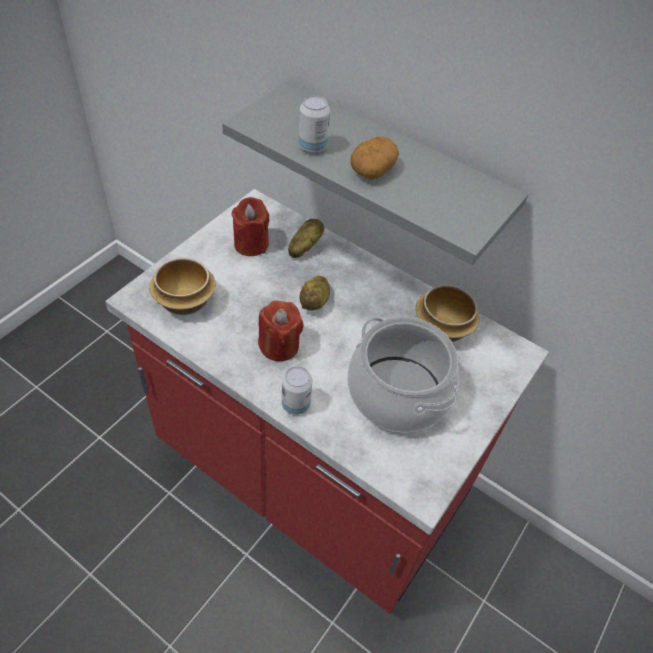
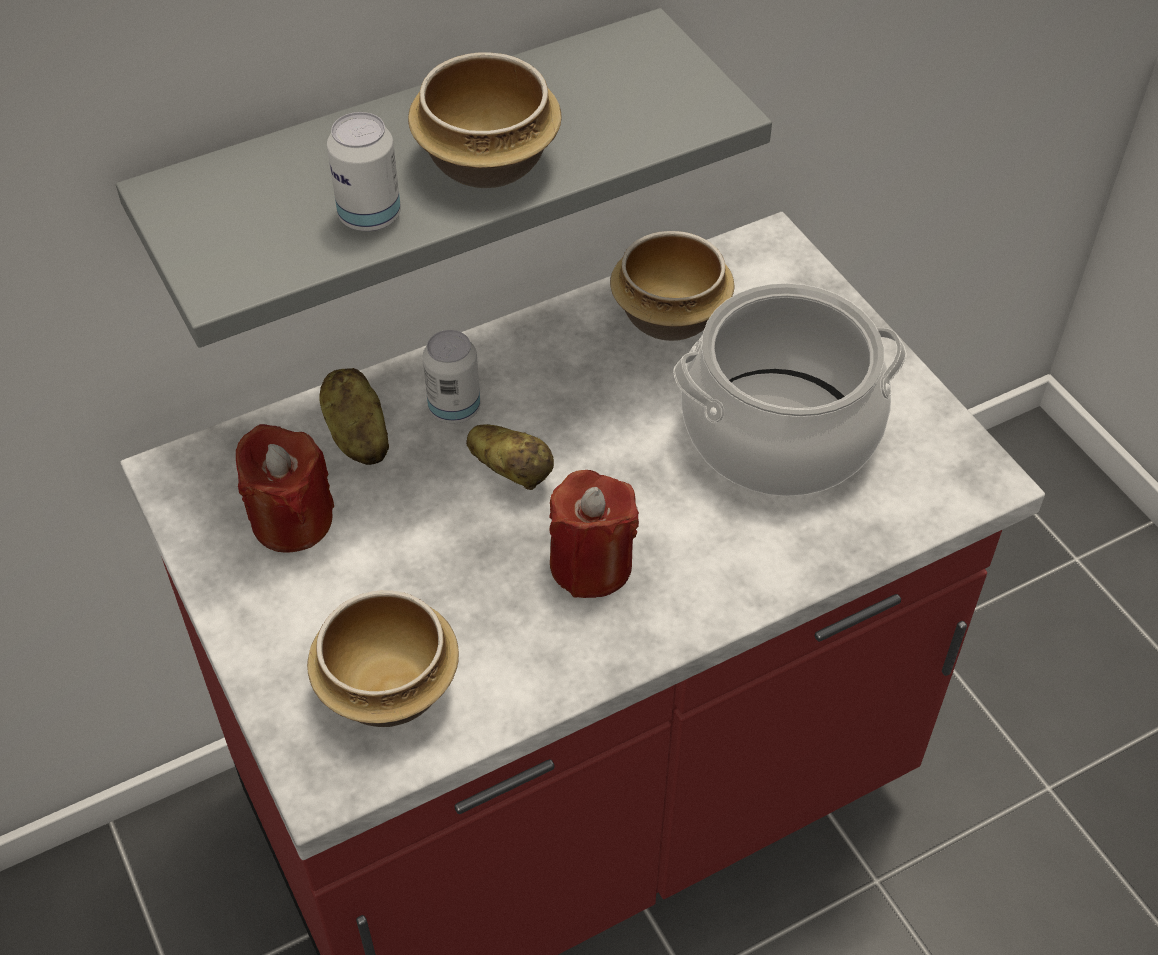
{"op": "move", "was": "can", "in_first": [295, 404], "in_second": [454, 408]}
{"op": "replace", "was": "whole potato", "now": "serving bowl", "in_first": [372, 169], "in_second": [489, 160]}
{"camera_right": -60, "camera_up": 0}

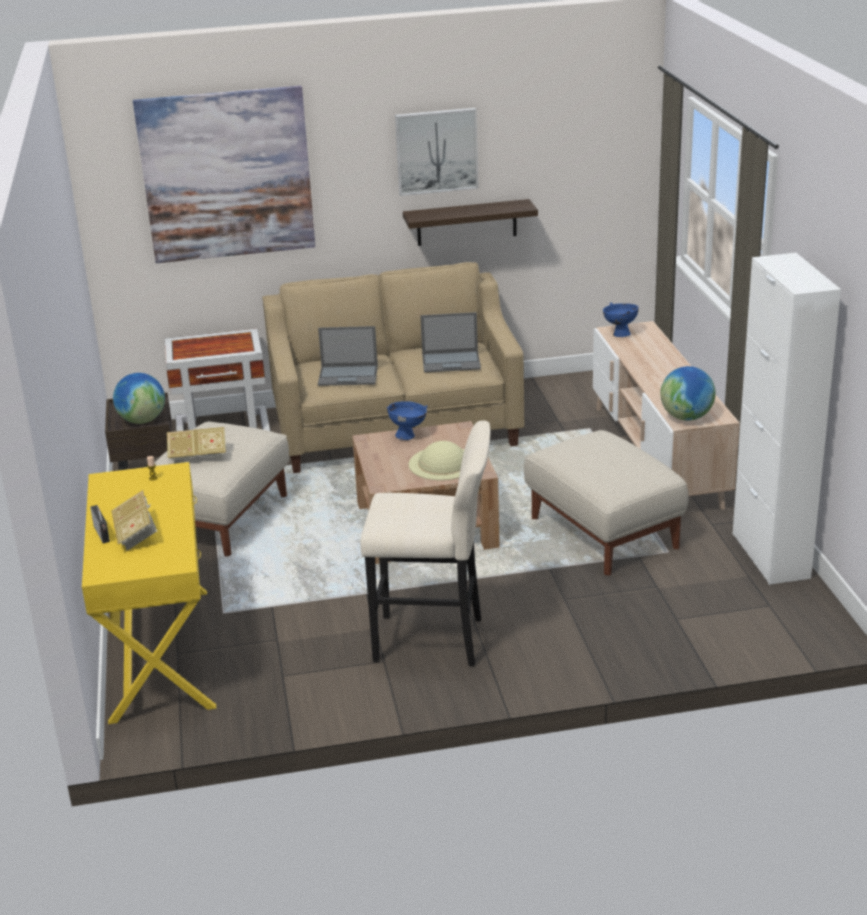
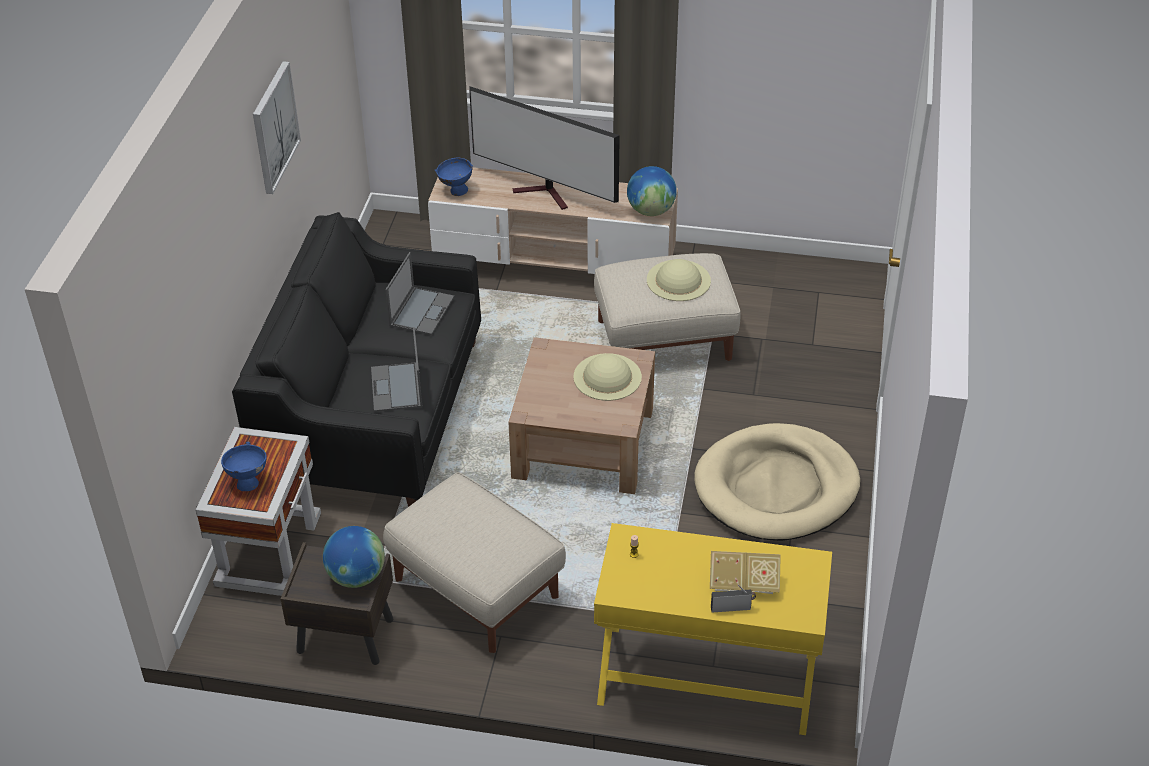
{"op": "delete", "was": "wall picture", "in_first": [227, 175]}
{"op": "delete", "was": "book", "in_first": [198, 456]}
{"op": "recolor", "was": "settee (sand-coloured)", "now": "settee (black)", "in_first": [395, 428], "in_second": [373, 414]}
{"op": "rotate", "was": "notebook computer", "in_first": [349, 375], "in_second": [397, 388], "clockwise": 150}
{"op": "replace", "was": "sitting stool (sand-coloured)", "now": "pet bed (sand-coloured)", "in_first": [435, 640], "in_second": [776, 487]}
{"op": "move", "was": "serving bowl (bluish)", "in_first": [409, 435], "in_second": [248, 481]}
{"op": "delete", "was": "wall shelf", "in_first": [466, 222]}
{"op": "delete", "was": "storage cabinet (white-coloured)", "in_first": [770, 556]}
{"op": "insert", "now": "TV set", "in_second": [546, 194]}
{"op": "insert", "now": "clothing hat (sand-coloured)", "in_second": [678, 280]}
{"camera_right": -70, "camera_up": 15}

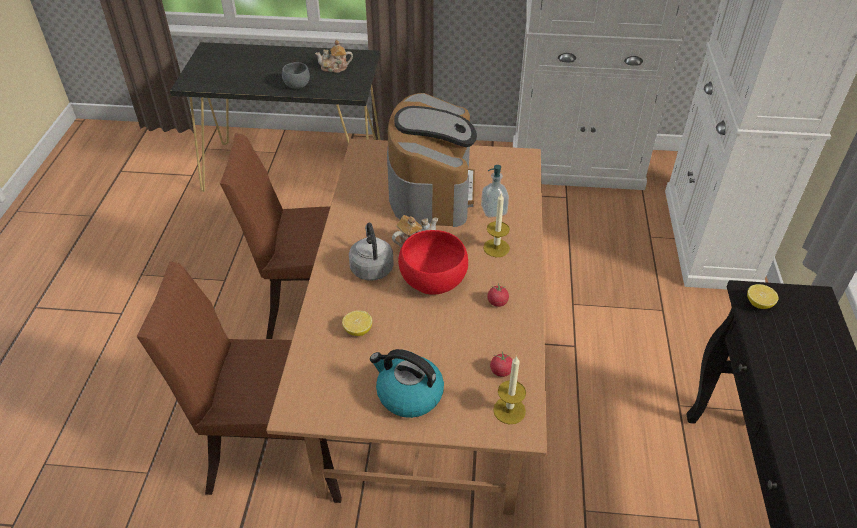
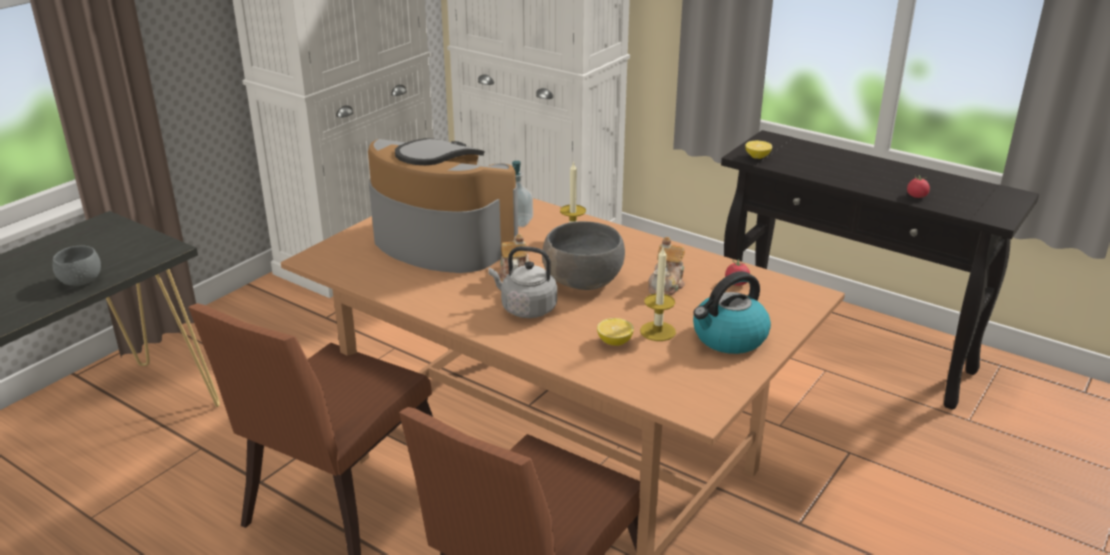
{"op": "move", "was": "teapot", "in_first": [335, 68], "in_second": [667, 285]}
{"op": "recolor", "was": "serving bowl (red-coloured)", "now": "serving bowl (grey)", "in_first": [432, 280], "in_second": [582, 281]}
{"op": "move", "was": "whole tomato", "in_first": [497, 302], "in_second": [916, 196]}
{"op": "move", "was": "wax light", "in_first": [509, 410], "in_second": [657, 331]}
{"camera_right": -60, "camera_up": -15}

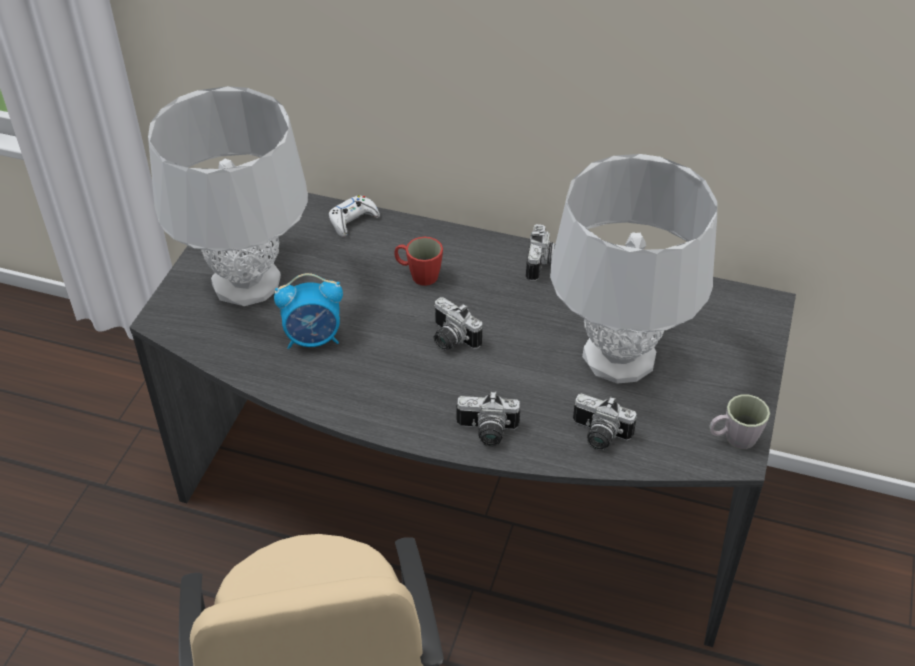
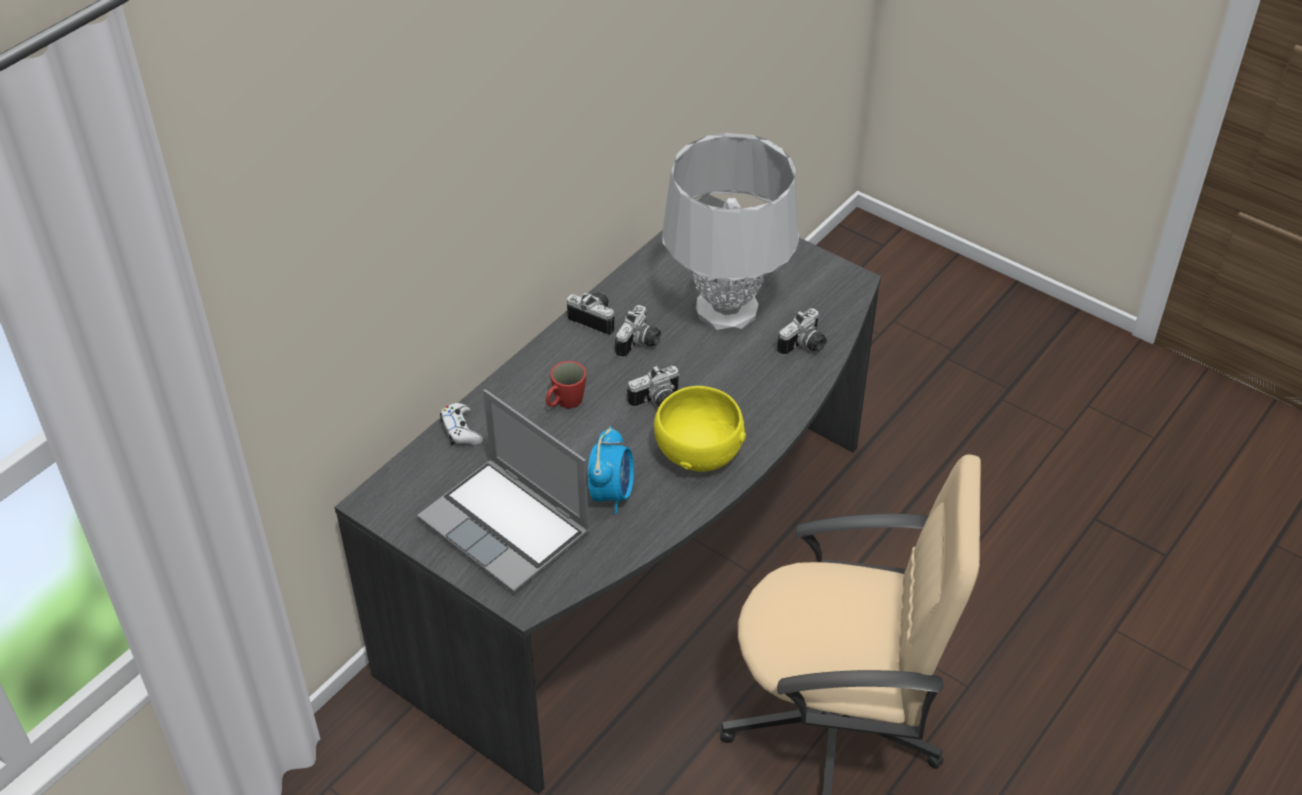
{"op": "replace", "was": "table lamp (grey)", "now": "notebook computer", "in_first": [247, 282], "in_second": [507, 527]}
{"op": "move", "was": "photo camera", "in_first": [487, 432], "in_second": [640, 344]}
{"op": "delete", "was": "coffee mug (grey)", "in_first": [733, 438]}
{"op": "insert", "now": "serving bowl (yellow)", "in_second": [698, 453]}
{"camera_right": -70, "camera_up": 0}

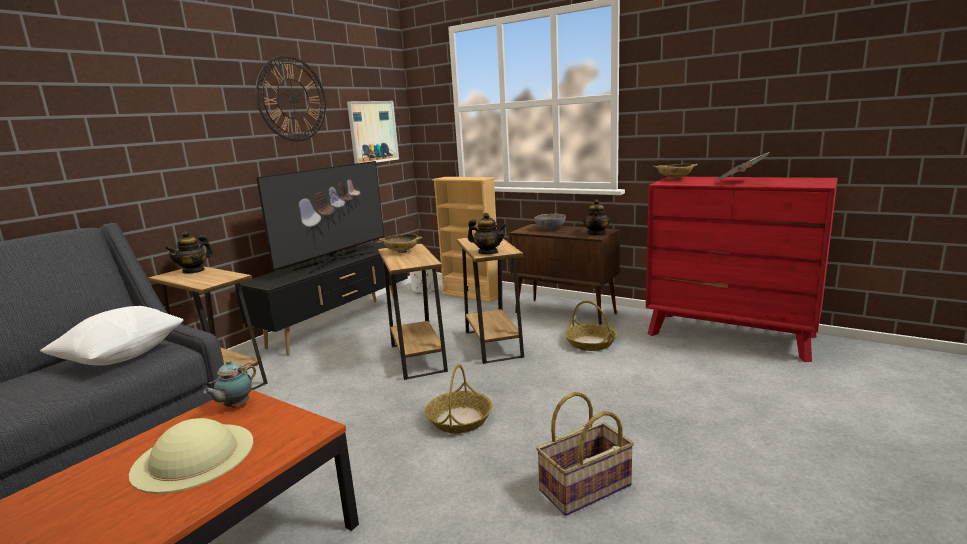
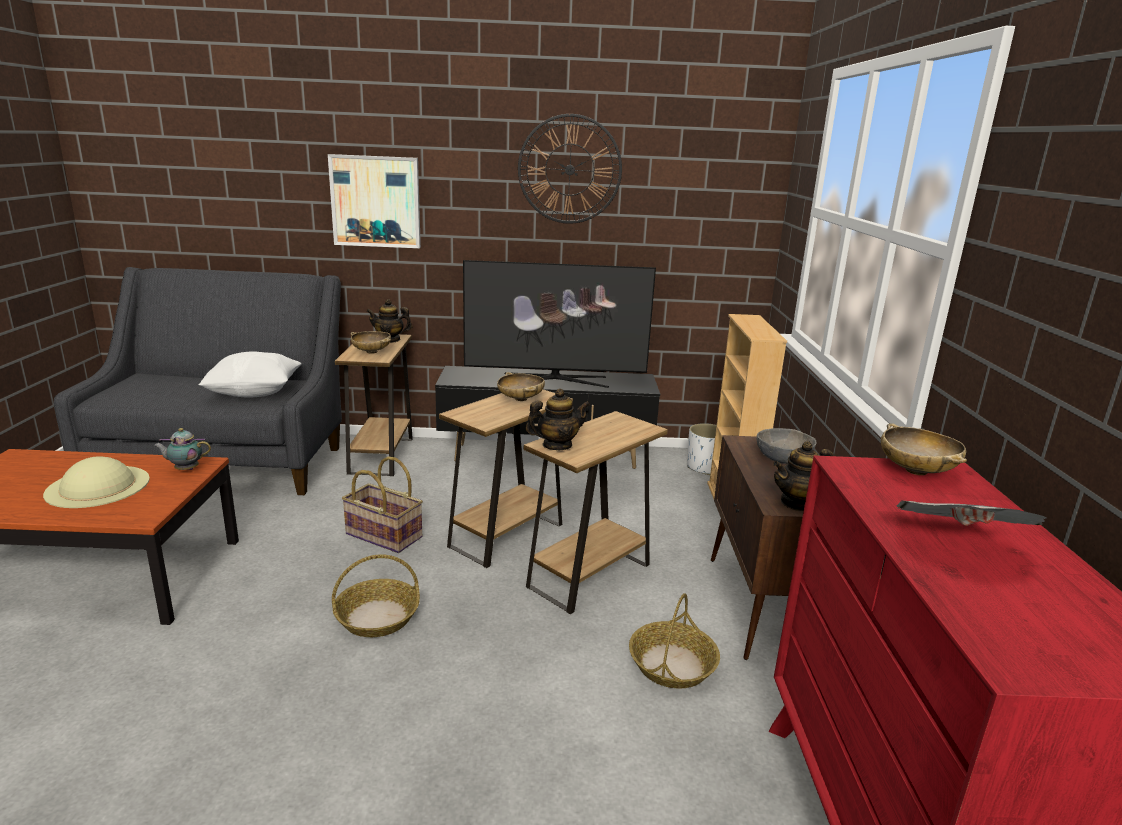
{"op": "move", "was": "wall picture", "in_first": [373, 132], "in_second": [376, 201]}
{"op": "rotate", "was": "teapot", "in_first": [488, 252], "in_second": [557, 445], "clockwise": -105}
{"op": "move", "was": "storage basket", "in_first": [585, 489], "in_second": [382, 536]}
{"op": "insert", "now": "serving bowl (sand-coloured)", "in_second": [371, 352]}
{"camera_right": 55, "camera_up": 5}

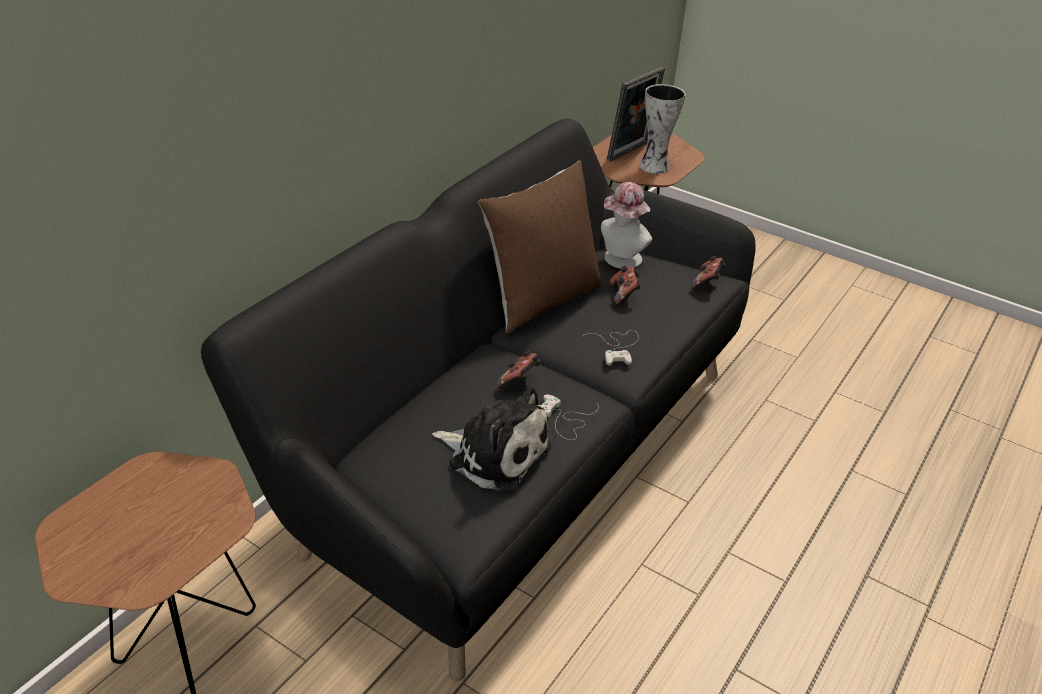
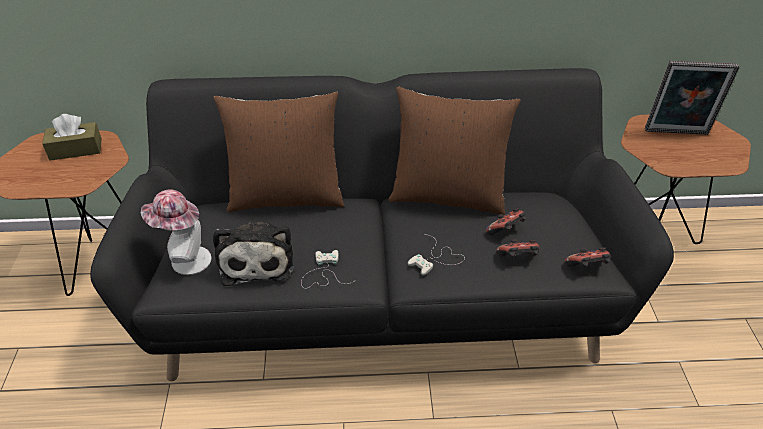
{"op": "move", "was": "game controller", "in_first": [519, 381], "in_second": [518, 259]}
{"op": "move", "was": "clothing hat", "in_first": [620, 261], "in_second": [185, 261]}
{"op": "delete", "was": "decorative vase", "in_first": [655, 167]}
{"op": "insert", "now": "tissue holder (brownish)", "in_second": [76, 149]}
{"op": "insert", "now": "cushion (brownish)", "in_second": [286, 197]}
{"camera_right": 55, "camera_up": 5}

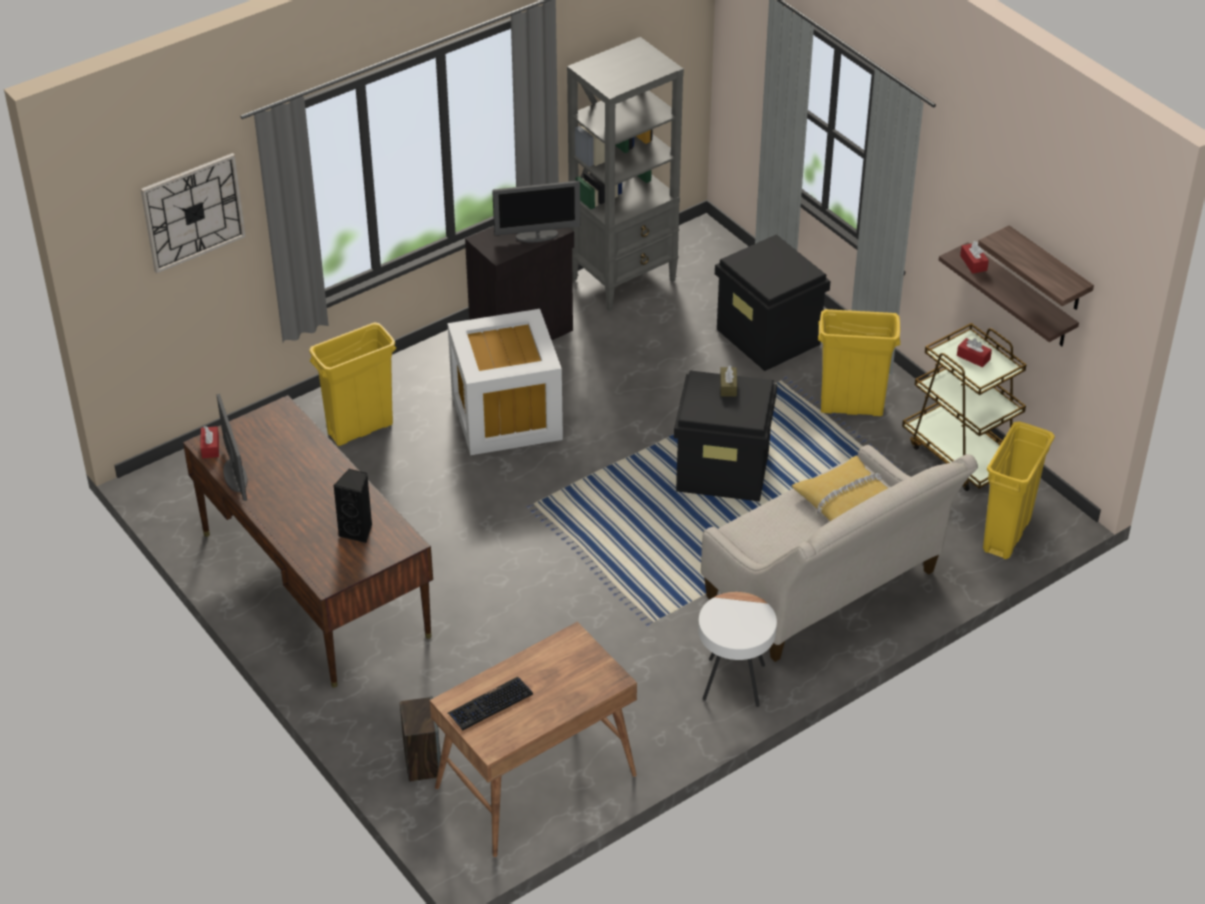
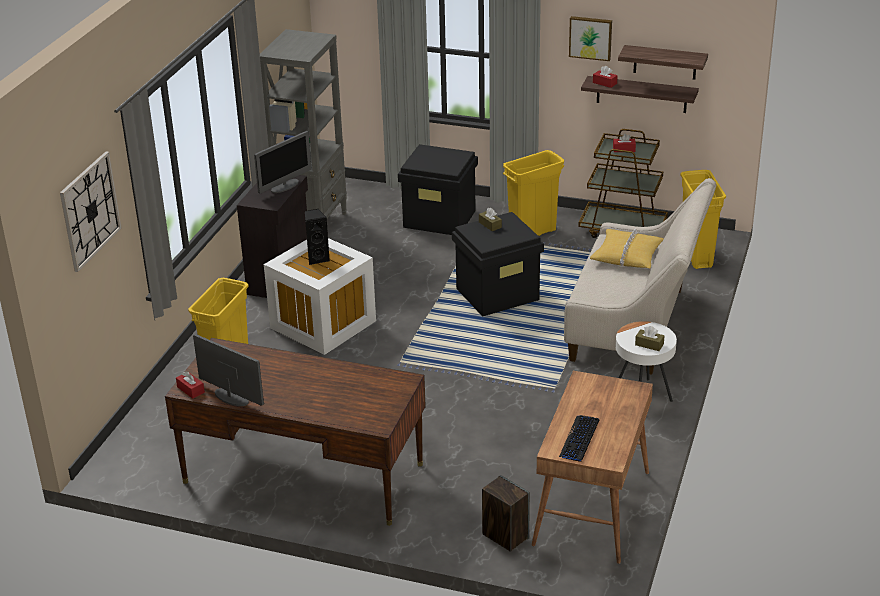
{"op": "move", "was": "speaker (black)", "in_first": [358, 531], "in_second": [317, 258]}
{"op": "insert", "now": "wall picture", "in_second": [590, 37]}
{"op": "insert", "now": "tissue holder (brownish)", "in_second": [649, 344]}
{"camera_right": -35, "camera_up": -10}

